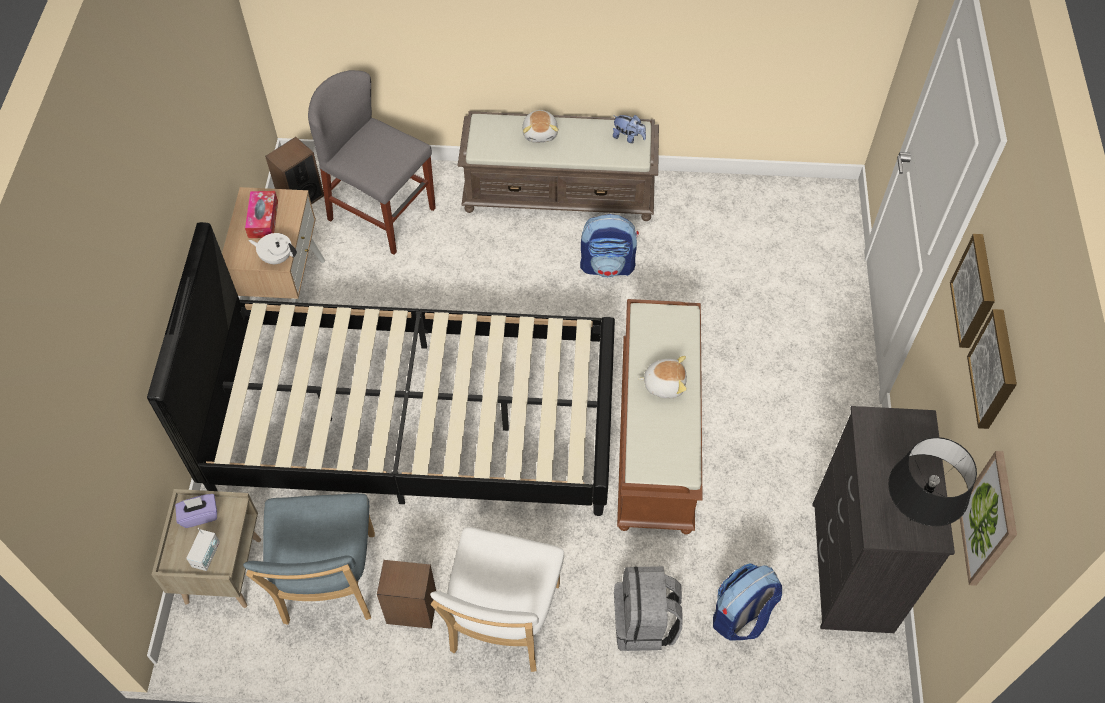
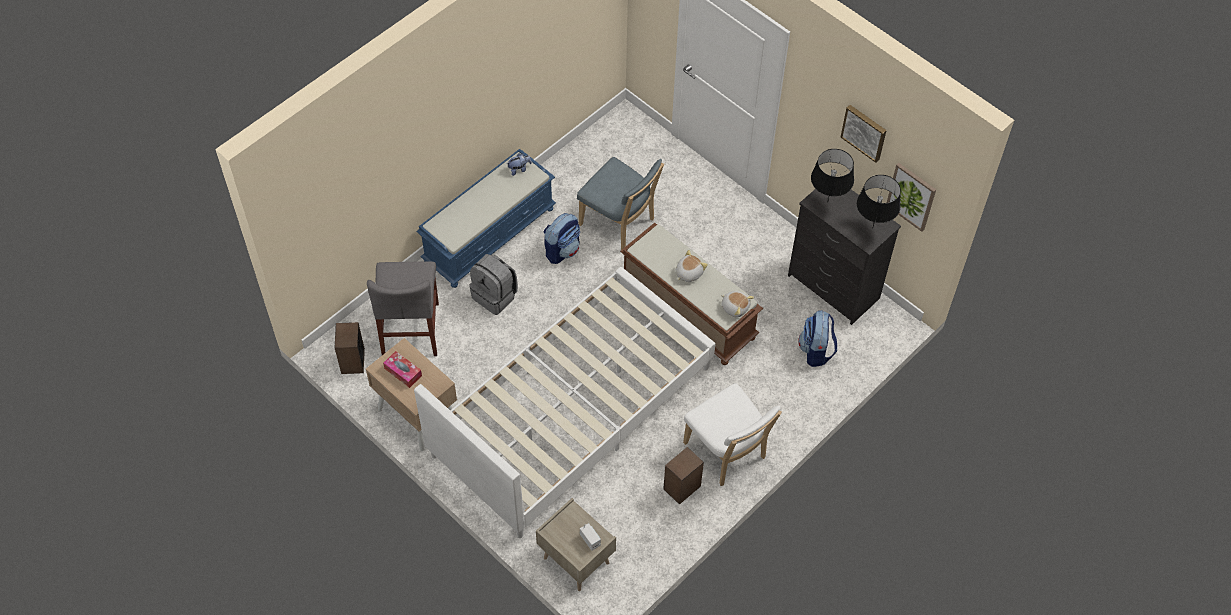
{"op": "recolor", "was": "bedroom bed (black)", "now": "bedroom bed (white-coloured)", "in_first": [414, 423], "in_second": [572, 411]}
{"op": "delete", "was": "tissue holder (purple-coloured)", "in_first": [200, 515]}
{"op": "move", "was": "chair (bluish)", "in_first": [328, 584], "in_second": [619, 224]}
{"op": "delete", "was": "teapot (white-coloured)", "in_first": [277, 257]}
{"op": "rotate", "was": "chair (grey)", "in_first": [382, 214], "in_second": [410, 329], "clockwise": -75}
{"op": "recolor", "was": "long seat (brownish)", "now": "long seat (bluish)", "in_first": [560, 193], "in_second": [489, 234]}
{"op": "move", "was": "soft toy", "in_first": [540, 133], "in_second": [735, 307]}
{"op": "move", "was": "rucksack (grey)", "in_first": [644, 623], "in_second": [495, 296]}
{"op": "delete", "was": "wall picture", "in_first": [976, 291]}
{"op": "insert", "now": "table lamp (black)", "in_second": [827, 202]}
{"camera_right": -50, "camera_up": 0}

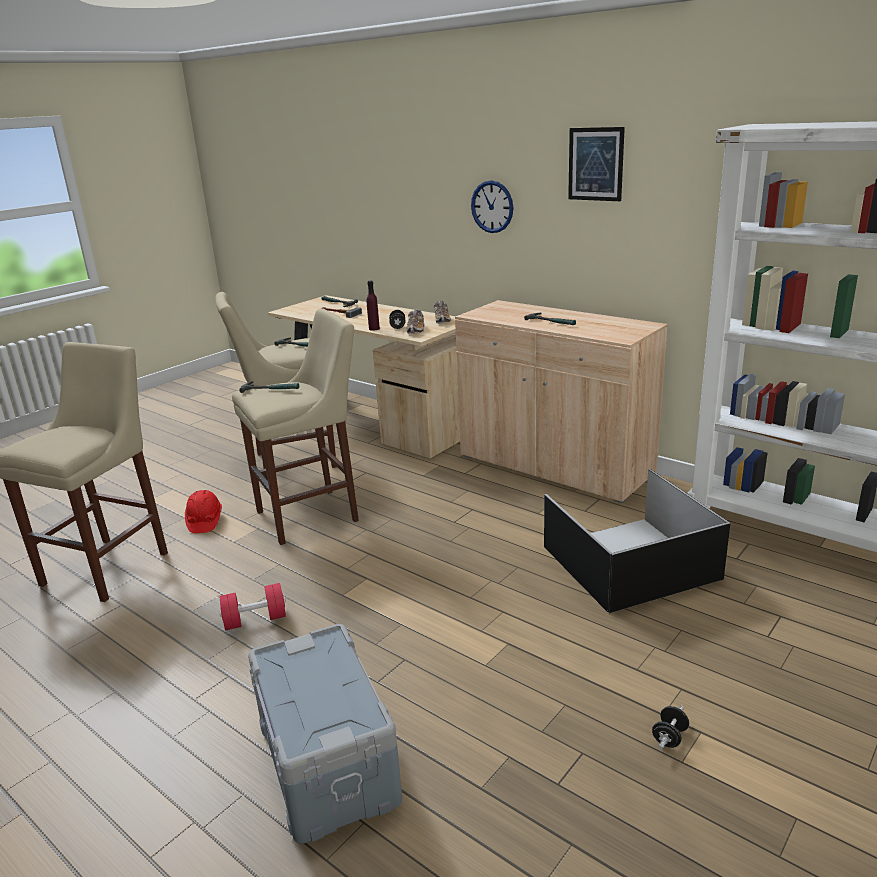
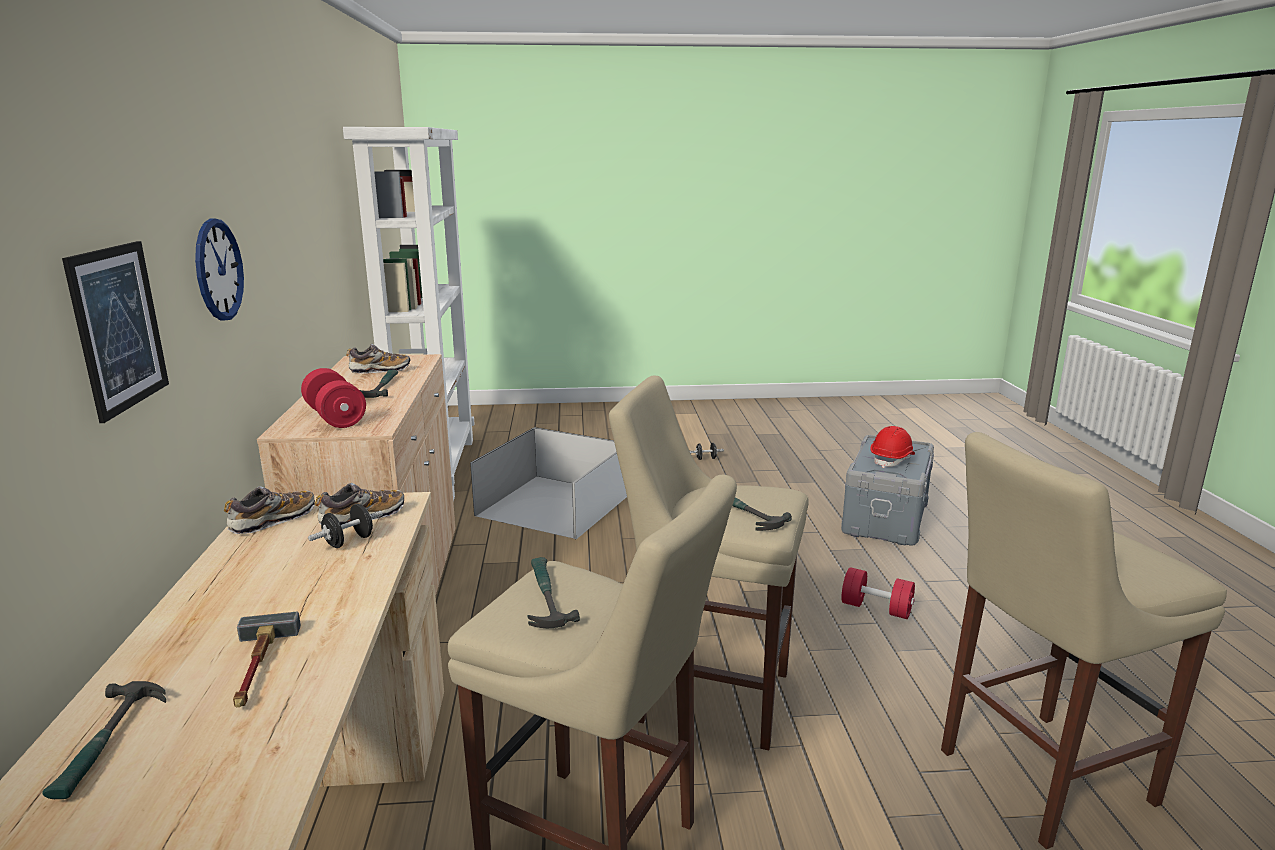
{"op": "move", "was": "safety helmet (red-coloured)", "in_first": [204, 521], "in_second": [892, 459]}
{"op": "delete", "was": "beverage bottle (purple-coloured)", "in_first": [374, 329]}
{"op": "recolor", "was": "storage box (black)", "now": "storage box (white-coloured)", "in_first": [631, 561], "in_second": [552, 504]}
{"op": "move", "was": "wall picture", "in_first": [595, 164], "in_second": [119, 328]}
{"op": "insert", "now": "free weight (red-coloured)", "in_second": [335, 417]}
{"op": "insert", "now": "low shoe", "in_second": [380, 370]}
{"camera_right": -135, "camera_up": -5}

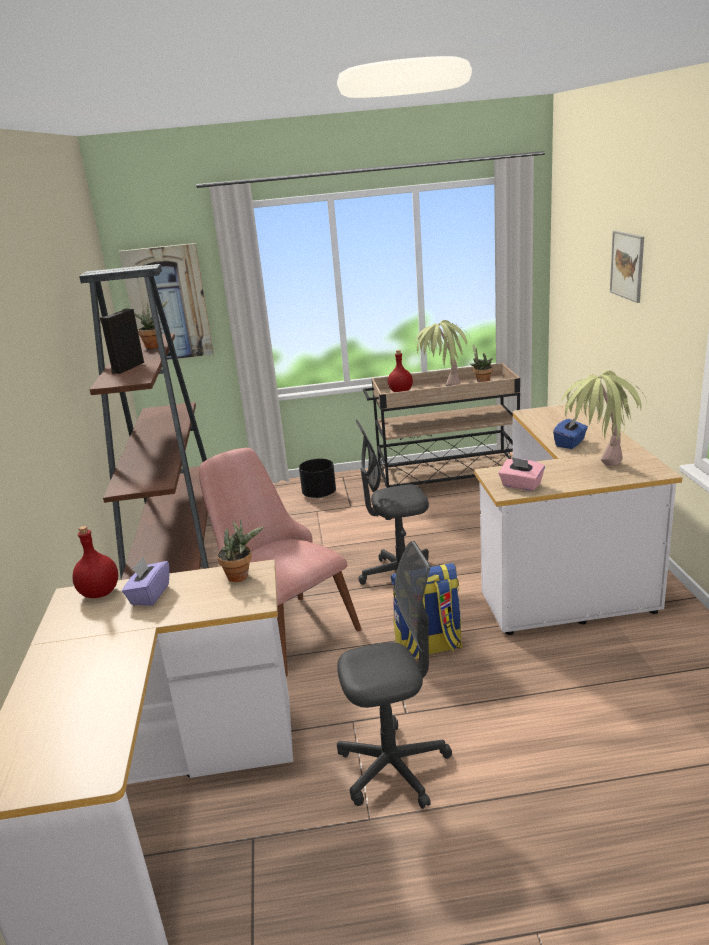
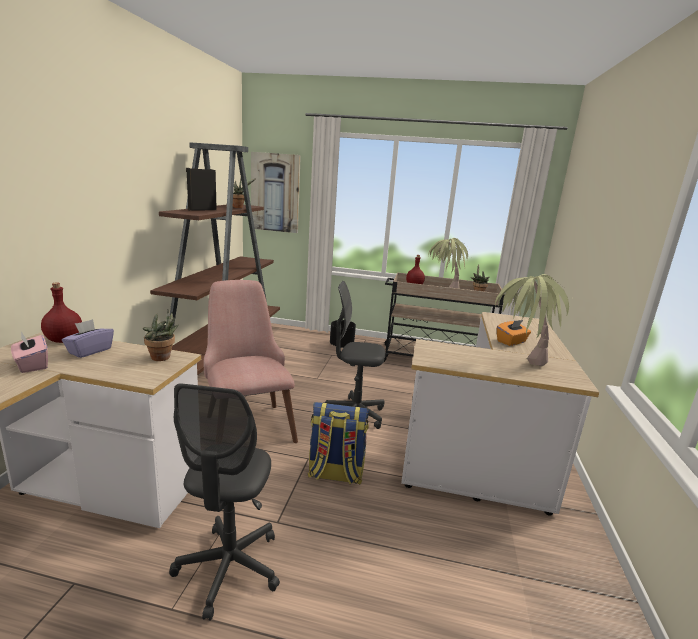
{"op": "rotate", "was": "computer chair (grey)", "in_first": [393, 768], "in_second": [229, 568], "clockwise": 90}
{"op": "move", "was": "tissue holder (pink-coloured)", "in_first": [521, 485], "in_second": [32, 365]}
{"op": "recolor", "was": "tissue holder (bluish)", "now": "tissue holder (orange-coloured)", "in_first": [570, 443], "in_second": [511, 342]}
{"op": "delete", "was": "wall picture", "in_first": [627, 265]}
{"camera_right": 15, "camera_up": -5}

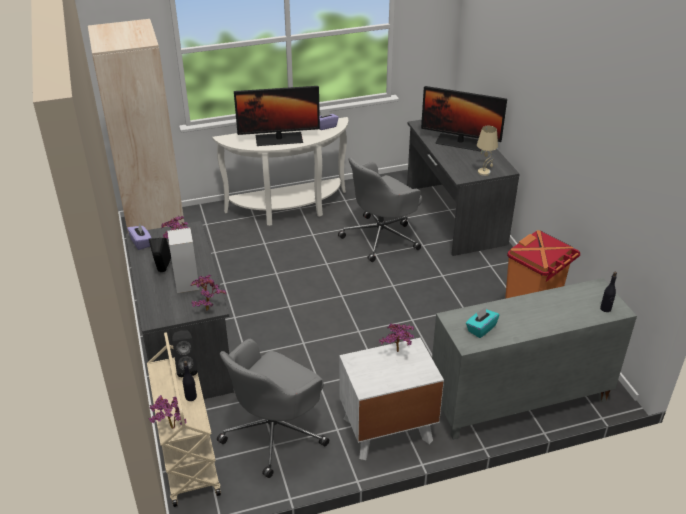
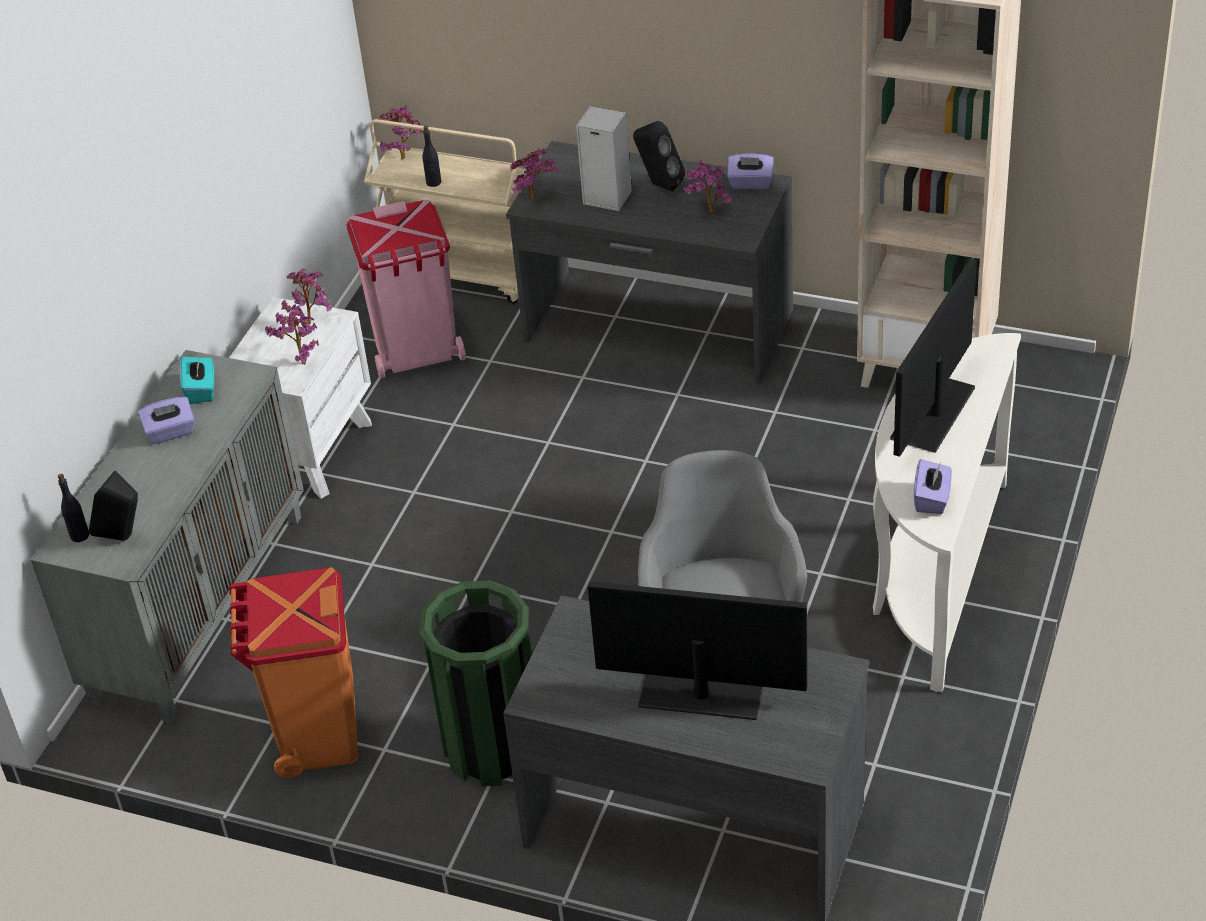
{"op": "move", "was": "speaker (black)", "in_first": [187, 368], "in_second": [124, 538]}
{"op": "replace", "was": "computer chair (grey)", "now": "trash can (pink-coloured)", "in_first": [275, 432], "in_second": [417, 353]}
{"op": "rotate", "was": "computer screen", "in_first": [460, 142], "in_second": [701, 693], "clockwise": 45}
{"op": "delete", "was": "table lamp (sand-coloured)", "in_first": [484, 172]}
{"op": "insert", "now": "tissue holder (purple-coloured)", "in_second": [170, 432]}
{"op": "insert", "now": "plant in a pot", "in_second": [312, 322]}
{"op": "insert", "now": "trash can (green-coloured)", "in_second": [493, 747]}
{"camera_right": 130, "camera_up": 5}

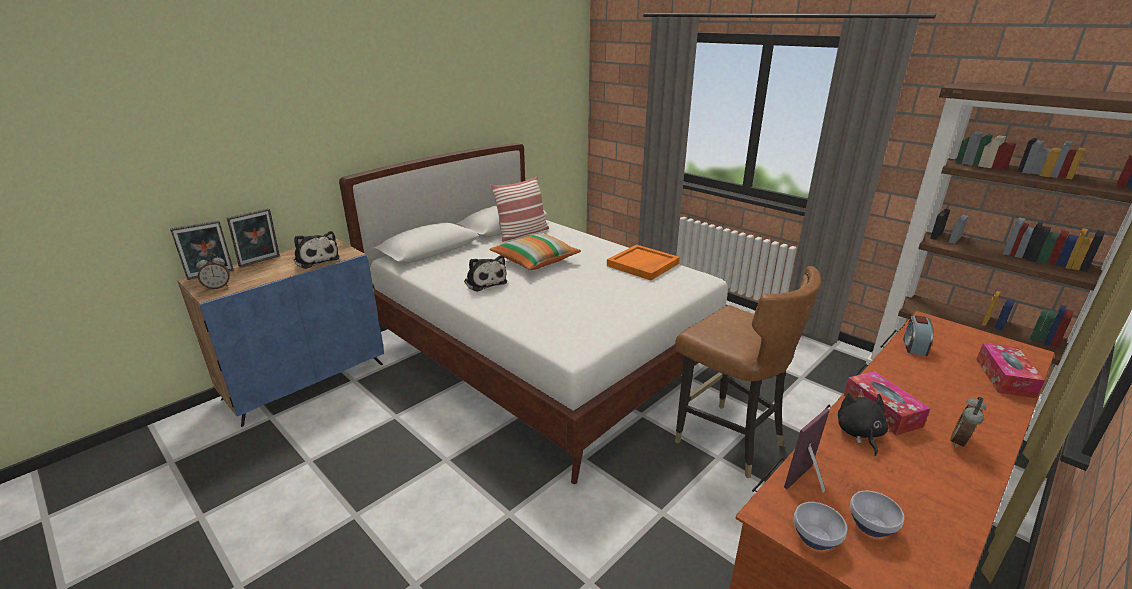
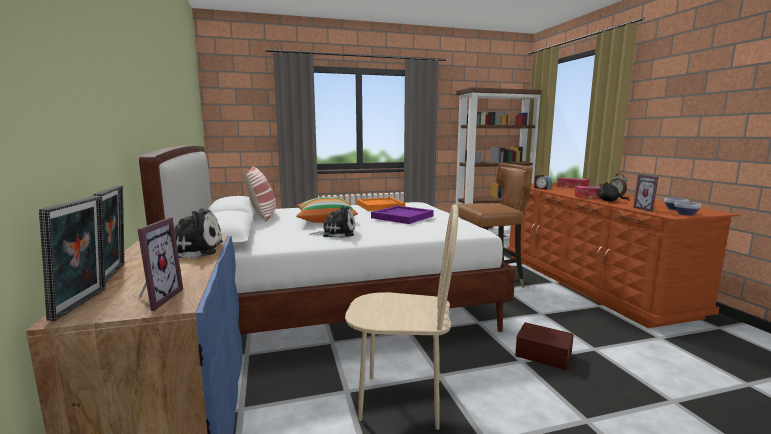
{"op": "replace", "was": "table clock", "now": "standing frame", "in_first": [217, 287], "in_second": [154, 299]}
{"op": "insert", "now": "chair (sand-coloured)", "in_second": [401, 400]}
{"op": "insert", "now": "carrying tray (purple-coloured)", "in_second": [402, 217]}
{"op": "insert", "now": "storage box (brownish)", "in_second": [543, 354]}
{"camera_right": -60, "camera_up": -15}

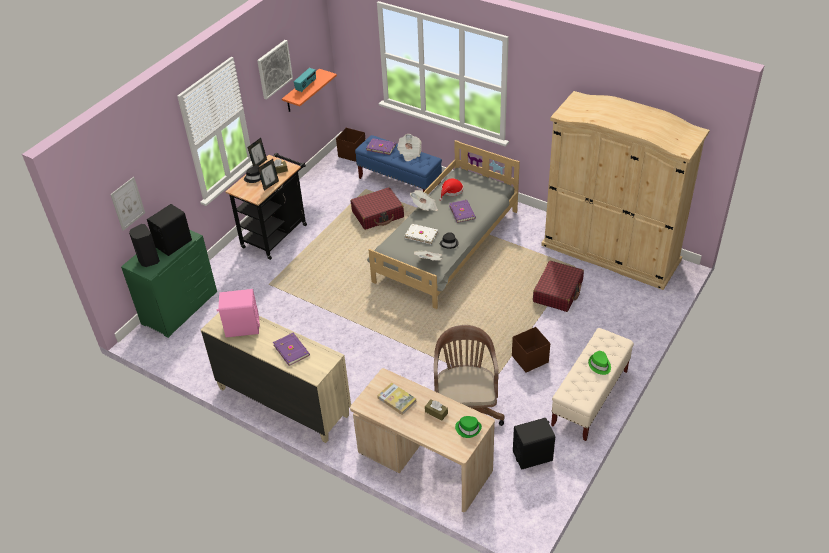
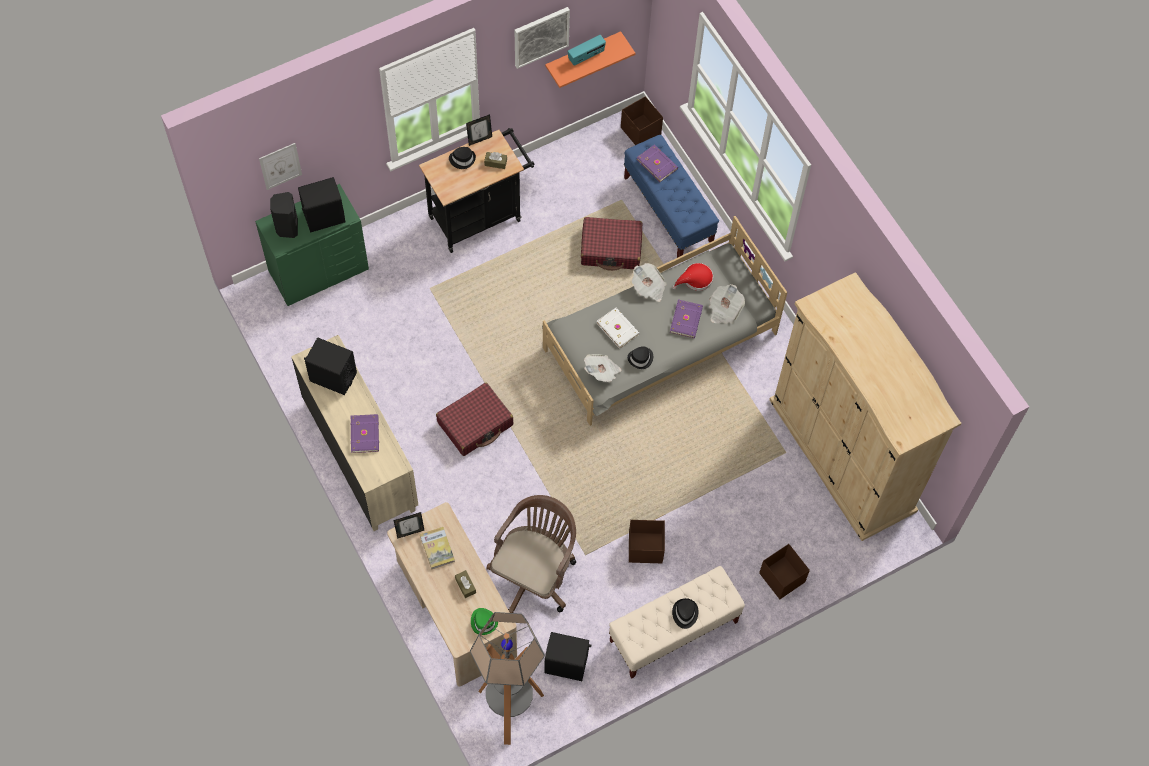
{"op": "recolor", "was": "speaker (pink-coloured)", "now": "speaker (black)", "in_first": [242, 327], "in_second": [333, 377]}
{"op": "move", "was": "standing frame", "in_first": [270, 185], "in_second": [410, 532]}
{"op": "move", "was": "daily paper", "in_first": [409, 153], "in_second": [724, 310]}
{"op": "move", "was": "travel case (red-coloured)", "in_first": [558, 292], "in_second": [475, 424]}
{"op": "recolor", "was": "clothing hat (green-coloured)", "now": "clothing hat (black)", "in_first": [599, 365], "in_second": [684, 614]}
{"op": "insert", "now": "standard lamp", "in_second": [509, 708]}
{"op": "insert", "now": "storage box (brownish)", "in_second": [781, 577]}
{"camera_right": 25, "camera_up": 20}

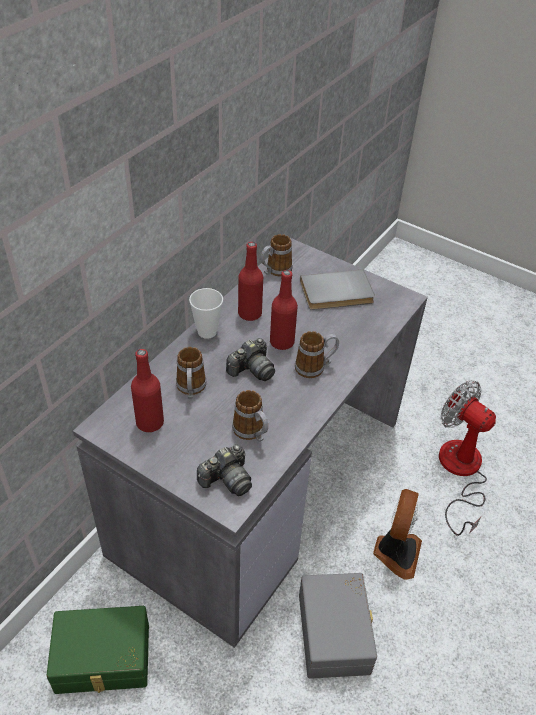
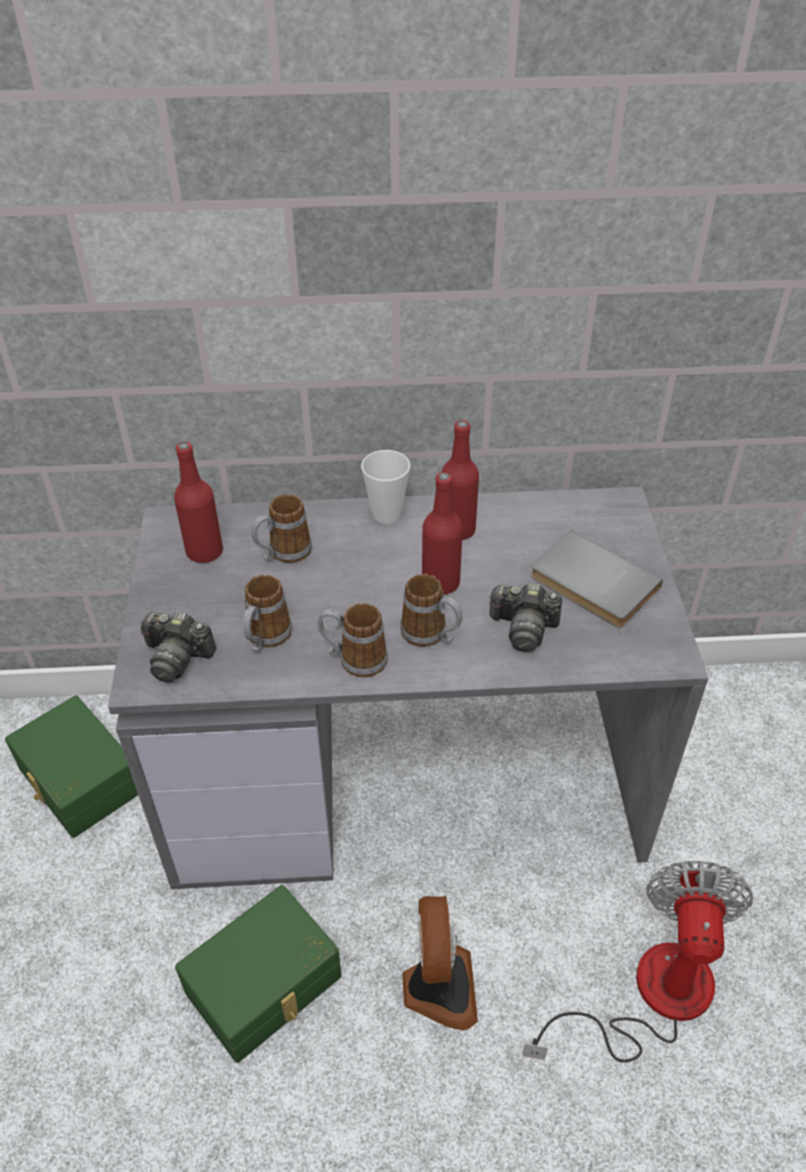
{"op": "move", "was": "photo camera", "in_first": [252, 370], "in_second": [523, 628]}
{"op": "move", "was": "coffee mug", "in_first": [275, 271], "in_second": [354, 659]}
{"op": "recolor", "was": "storage box (grey)", "now": "storage box (green-coloured)", "in_first": [336, 632], "in_second": [266, 986]}
{"op": "rotate", "was": "fan", "in_first": [396, 552], "in_second": [438, 988], "clockwise": -75}
{"camera_right": 55, "camera_up": 0}

